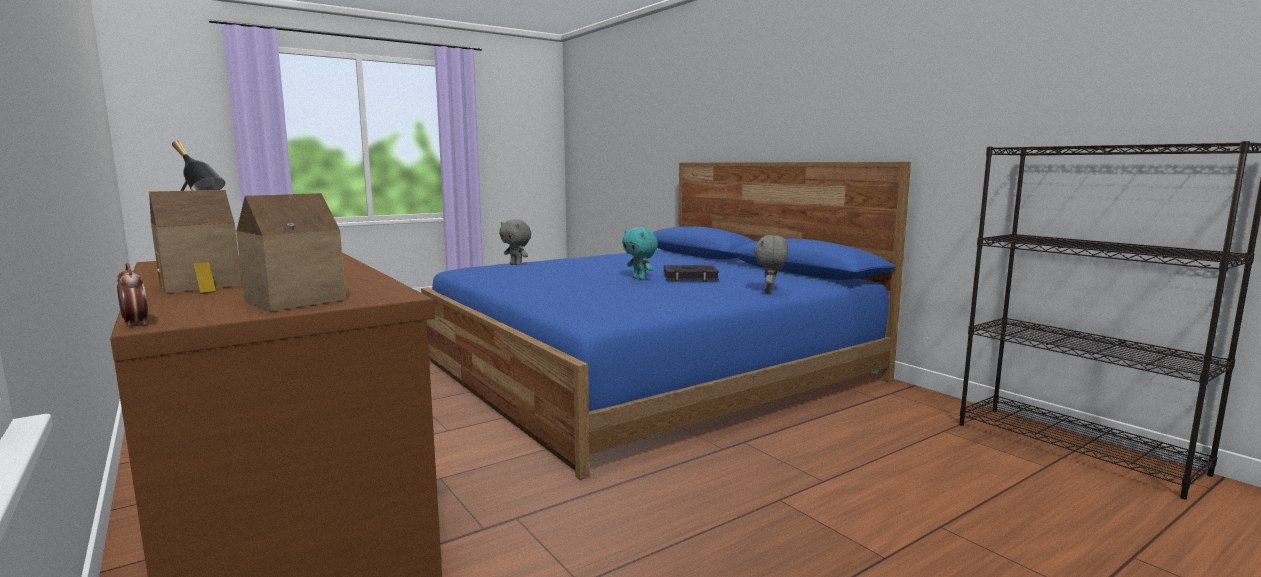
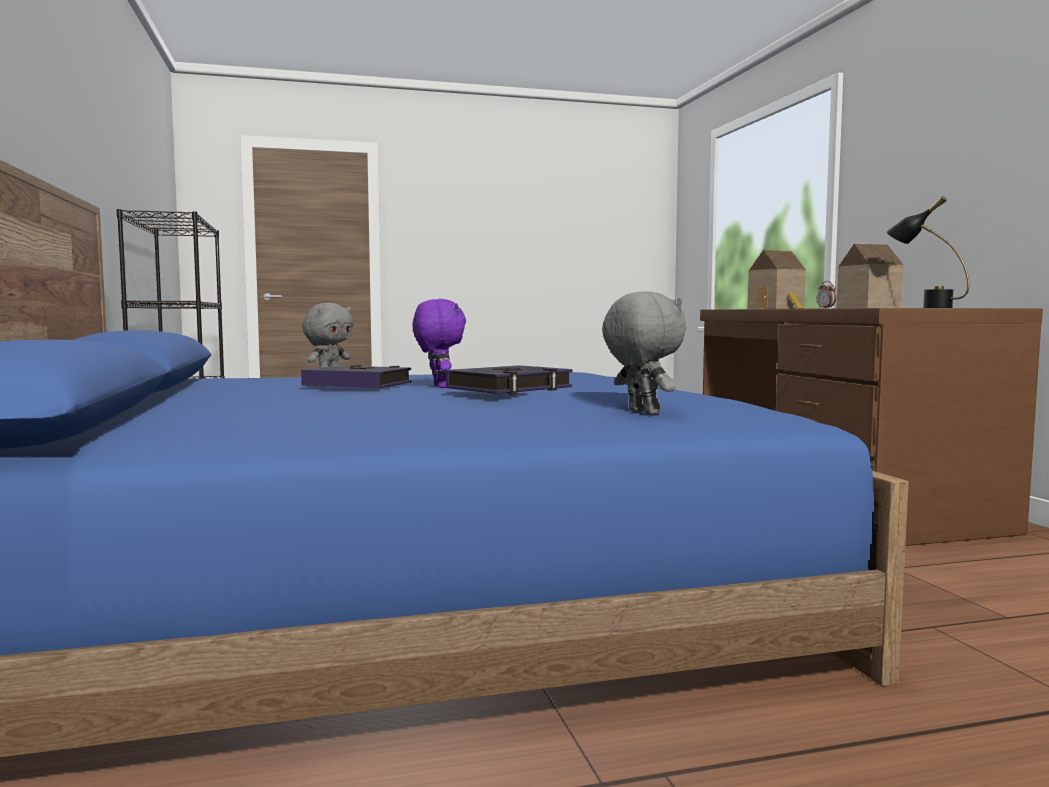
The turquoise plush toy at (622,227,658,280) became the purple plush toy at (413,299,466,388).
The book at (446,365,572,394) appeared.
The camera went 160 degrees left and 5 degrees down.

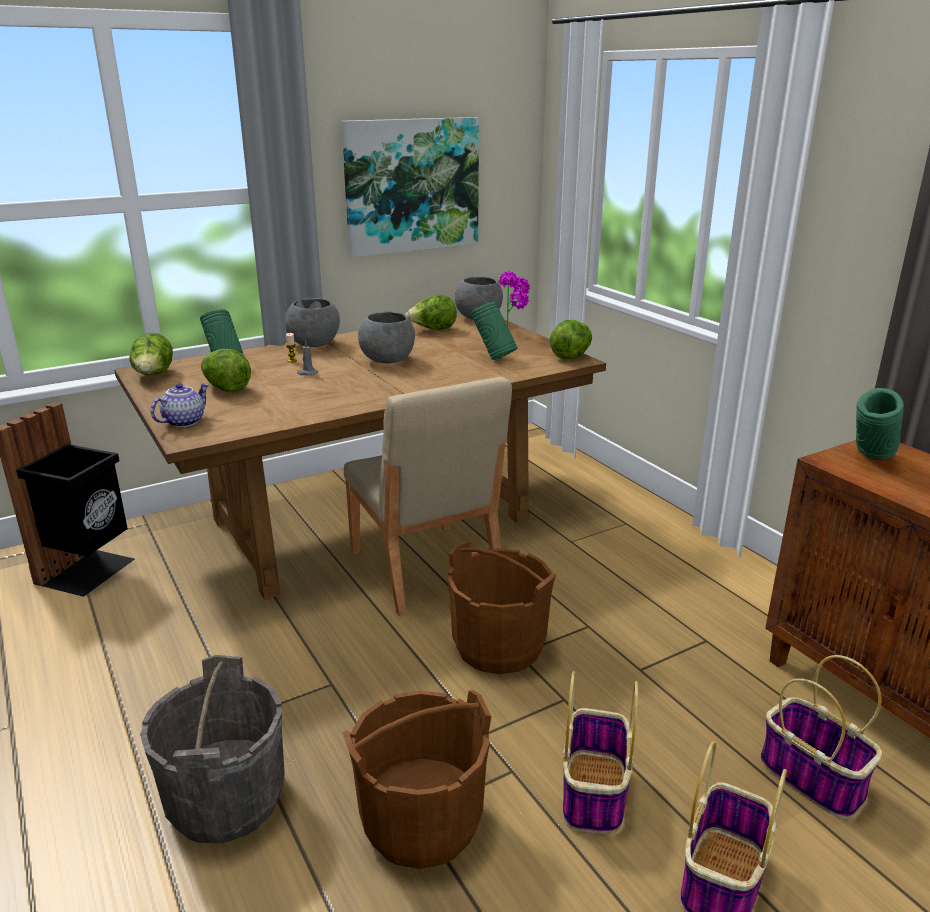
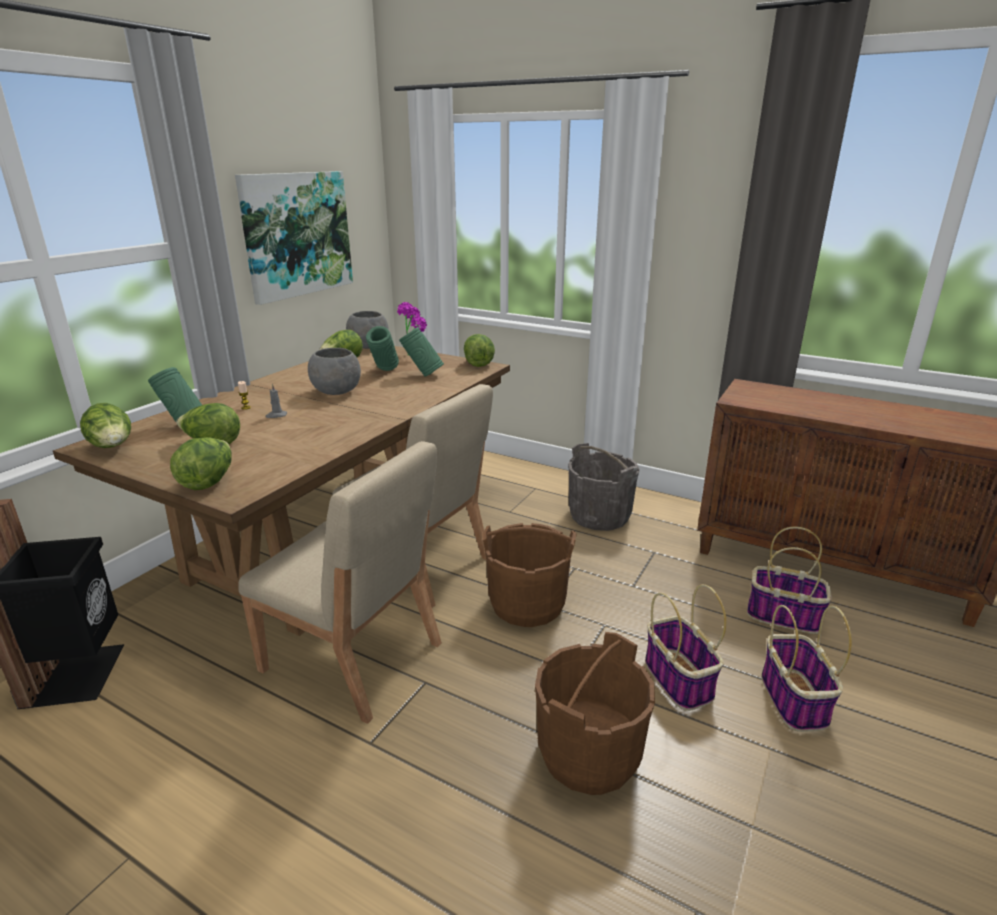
The grey bucket moved from (140,655,285,843) to (568,443,639,531).
The teapot at (151,383,209,427) was replaced by the lettuce at (170,437,232,490).
The grey bowl at (285,298,340,347) disappeared.
The green vase moved from (856,388,904,460) to (366,326,399,371).
The beige chair at (239,441,442,724) appeared.
The camera went 30 degrees left and 0 degrees up.

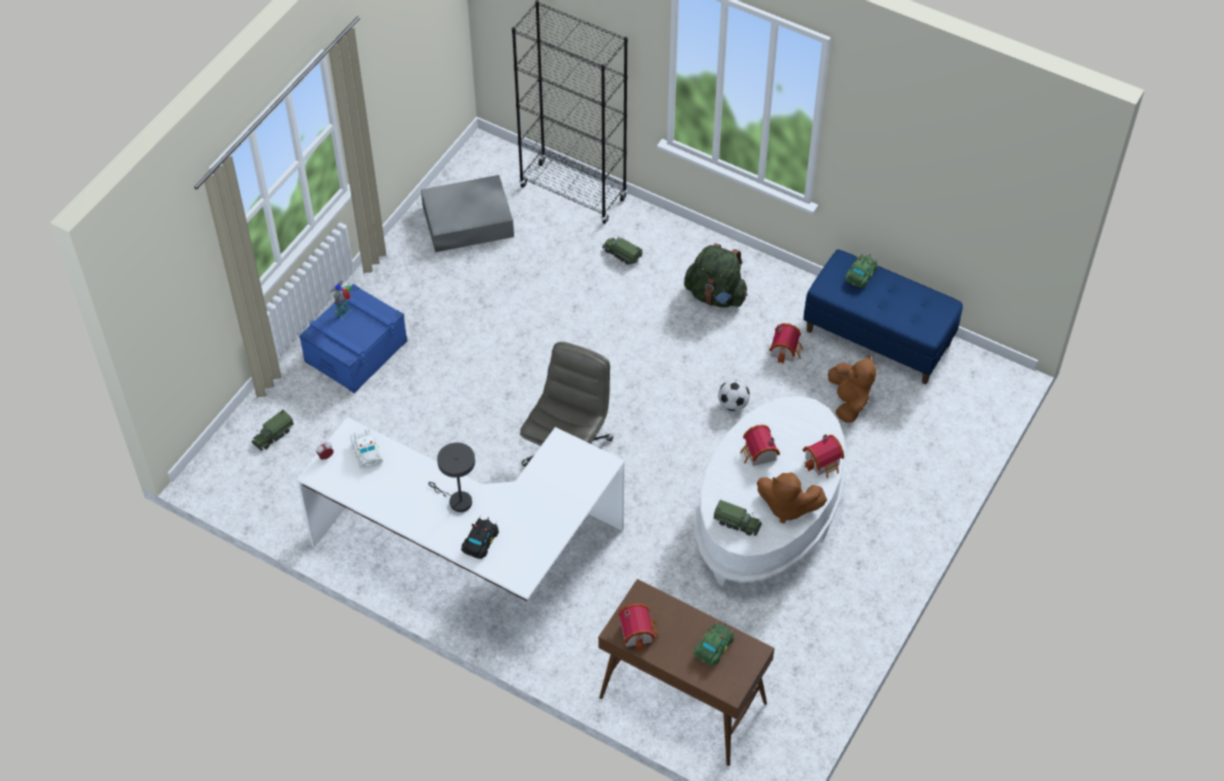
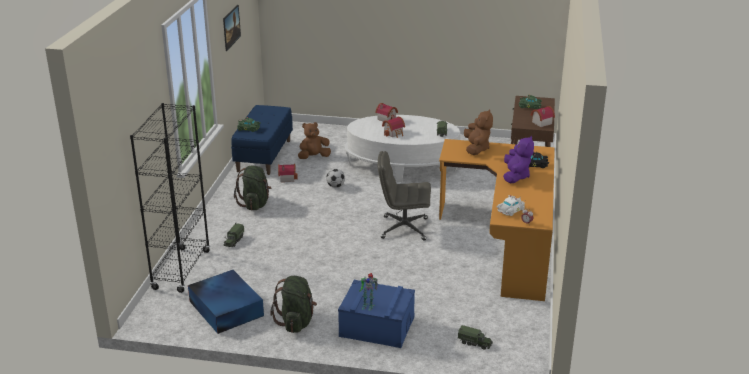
The white desk at (296,417,625,601) became the orange desk at (439,139,555,301).
The grey storage box at (421,175,514,252) became the blue storage box at (188,270,264,334).
The grey table lamp at (428,443,475,512) was replaced by the purple plush toy at (503,136,534,183).
The brown plush toy moved from (757,472,827,523) to (464,109,493,155).
The picture at (223,5,241,51) appeared.
The green backpack at (270,276,317,333) appeared.
The camera went 110 degrees left and 25 degrees down.

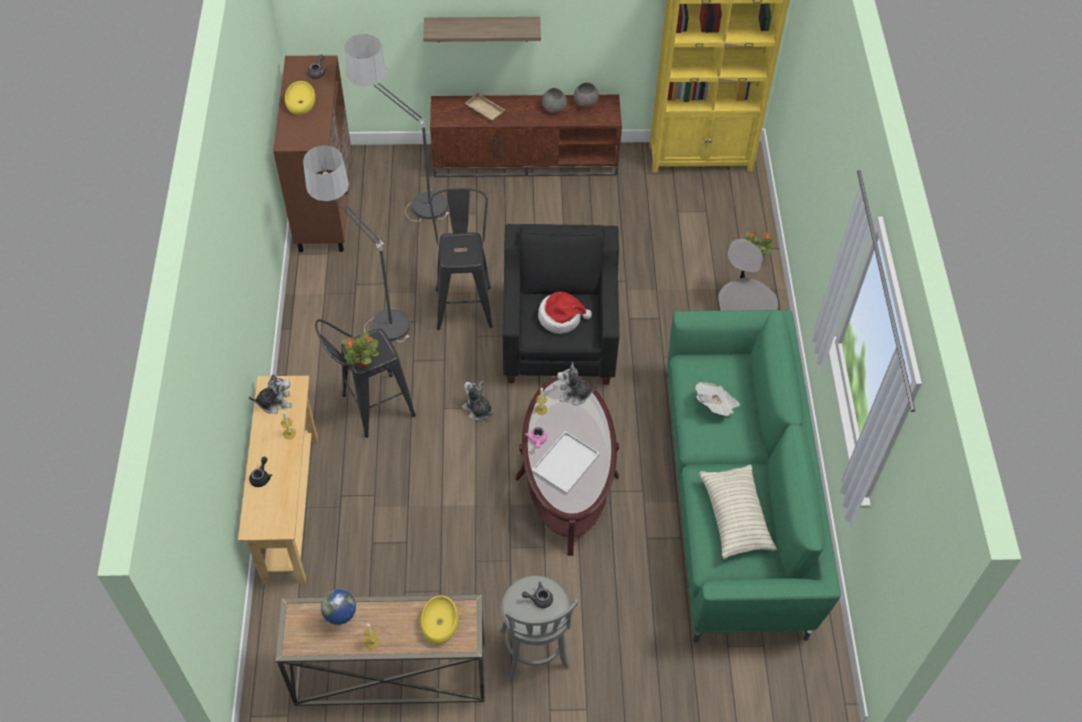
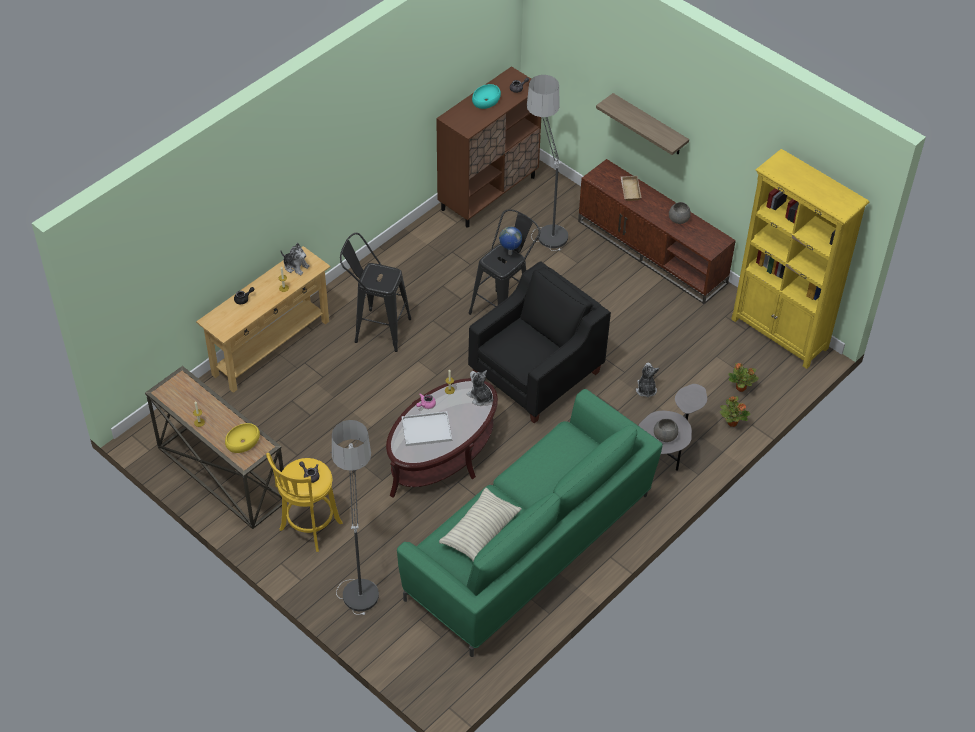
The yellow bowl at (285,81,315,115) became the turquoise bowl at (472,84,501,109).
The floor lamp moved from (303,145,410,342) to (331,420,379,615).
The globe moved from (321,590,356,625) to (499,227,522,255).
The potted plant moved from (342,332,379,368) to (728,363,759,392).
The plush toy moved from (462,380,493,420) to (636,363,659,397).
The grey stool at (500,576,579,679) became the yellow stool at (266,453,343,552).
The hat at (538,291,592,334) disappeared.
The grey bowl moved from (574,82,599,107) to (654,419,678,442).
The newspaper at (695,382,740,417) disappeared.
The camera went 45 degrees right and 5 degrees down.

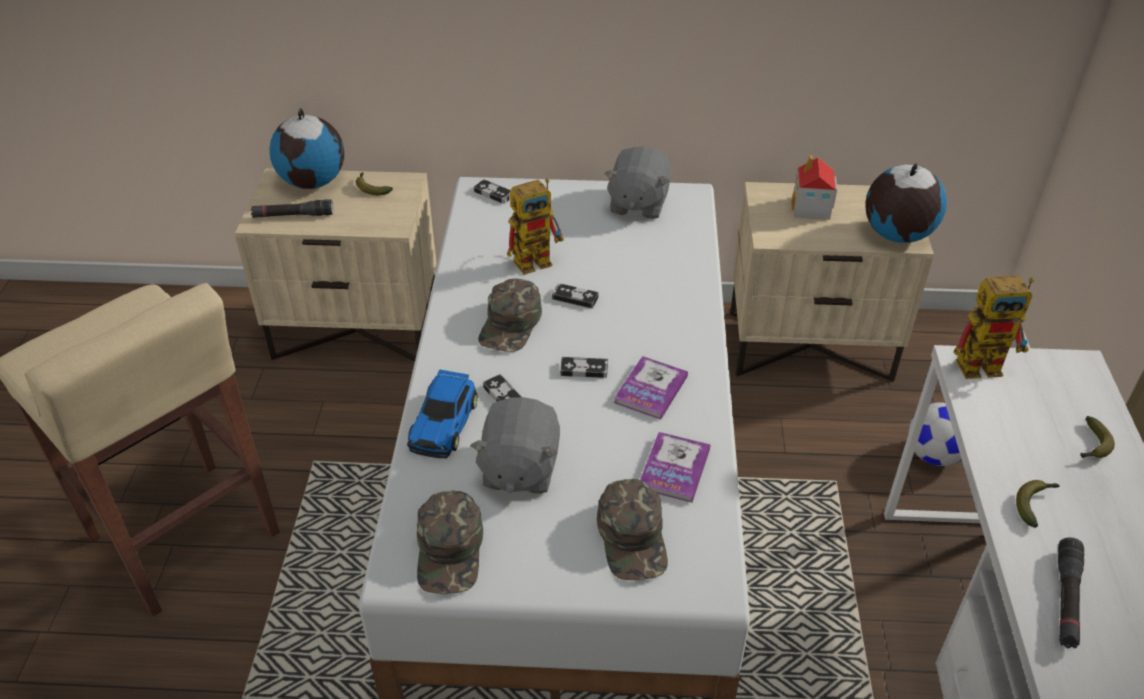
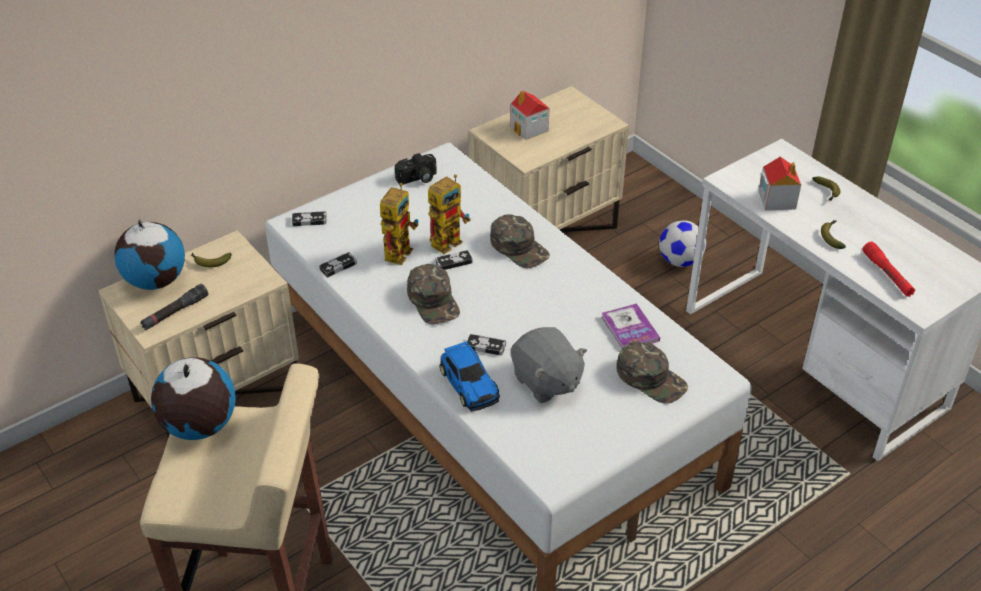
The green cap moved from (417,491,483,594) to (490,214,550,268).
The game controller moved from (560,357,608,378) to (319,252,357,278).
The grey plush toy at (604,147,671,219) was replaced by the photo camera at (395,153,437,185).
The book at (614,356,688,420) disappeared.
The globe moved from (865,162,947,243) to (151,357,236,440).
The toy robot moved from (954,276,1035,379) to (428,174,471,254).
The black flashlight at (1058,537,1084,648) became the red flashlight at (863,242,915,297).
The toy house at (759,156,801,211) appeared.
The camera went 40 degrees left and 0 degrees up.

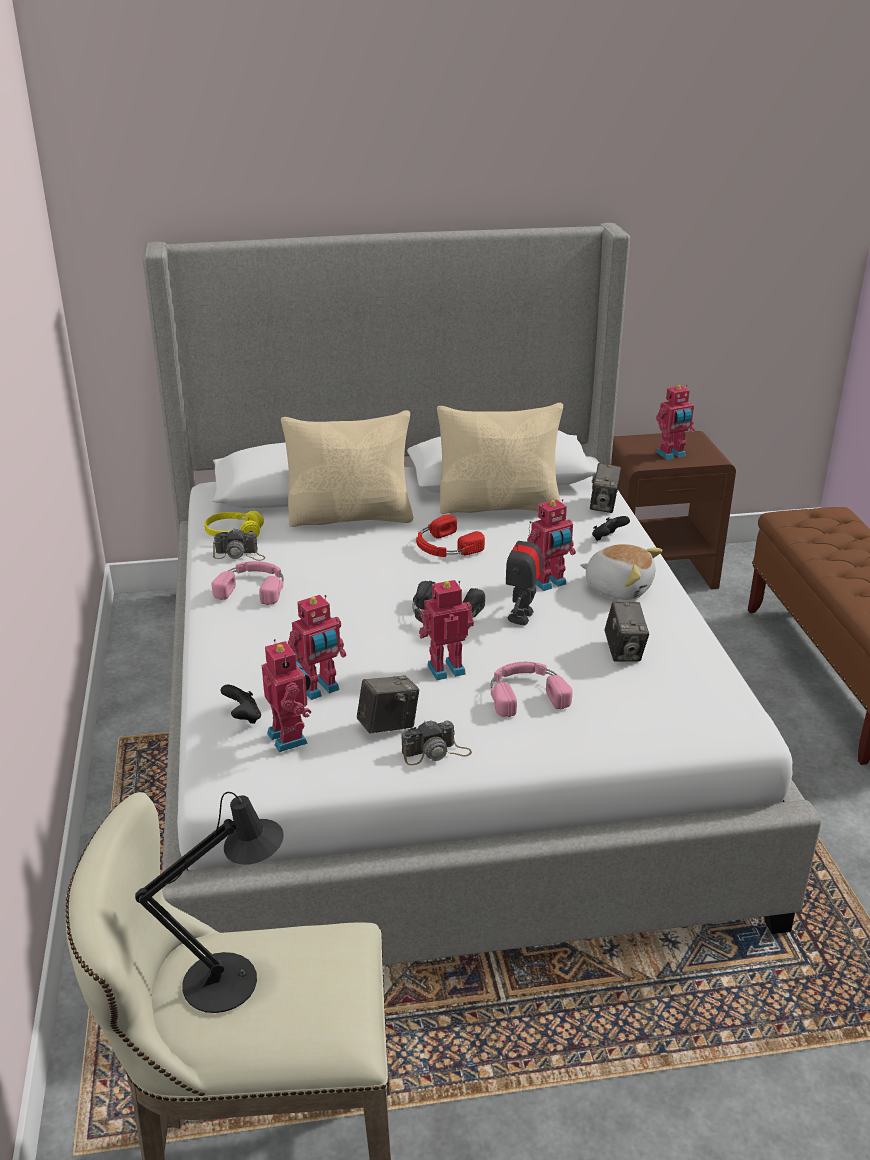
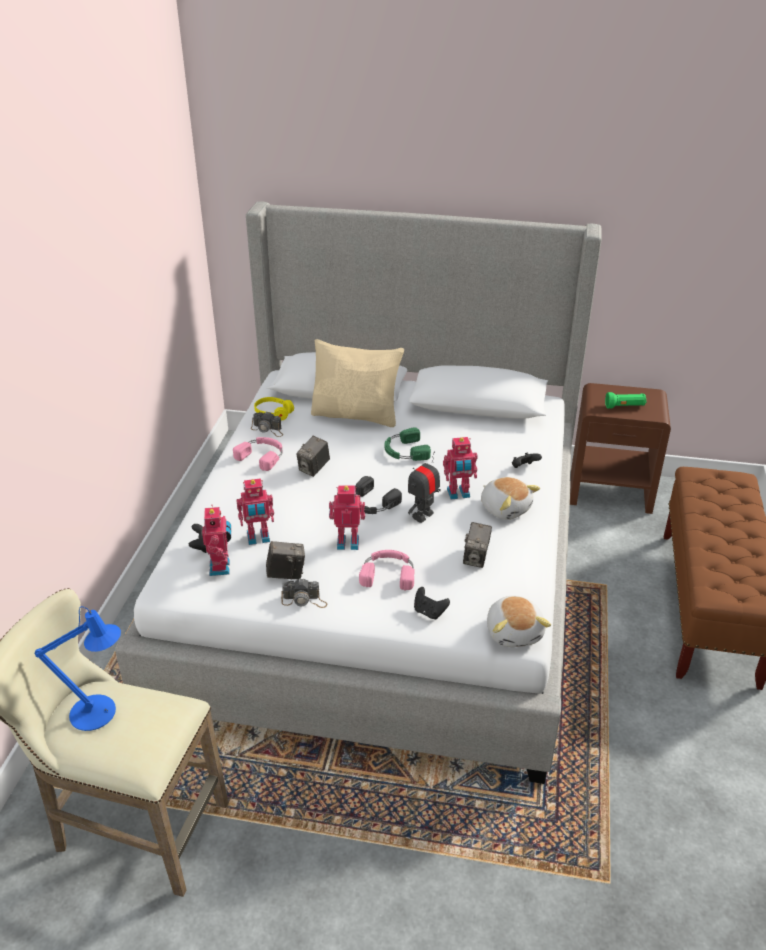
The black table lamp at (135,792,284,1013) became the blue table lamp at (35,606,121,731).
The red headphones at (416,514,485,557) became the green headphones at (385,427,431,461).
The beige pillow at (437,403,563,514) disappeared.
The photo camera moved from (590,463,621,513) to (297,436,330,477).
The toy robot at (656,385,695,460) was replaced by the green flashlight at (605,392,647,408).
The black game controller at (414,587,450,620) appeared.
The plush toy at (487,596,551,647) appeared.
The camera went 20 degrees right and 5 degrees up.

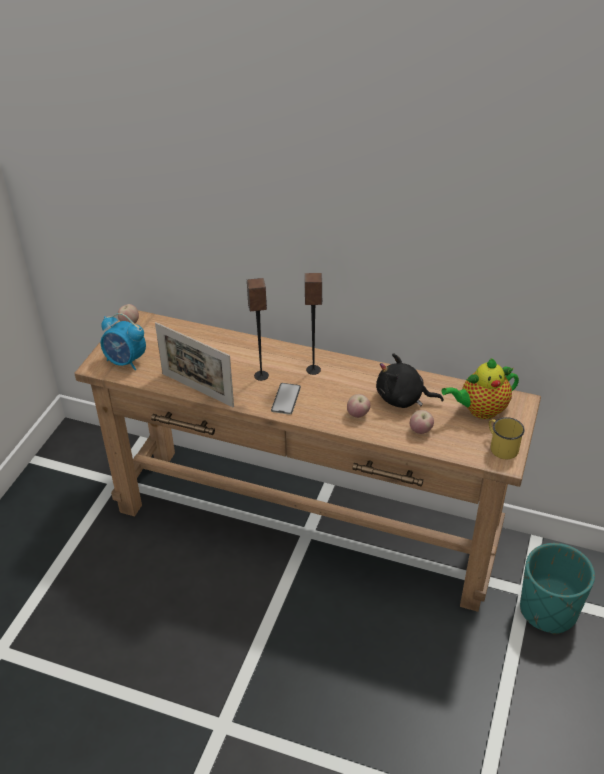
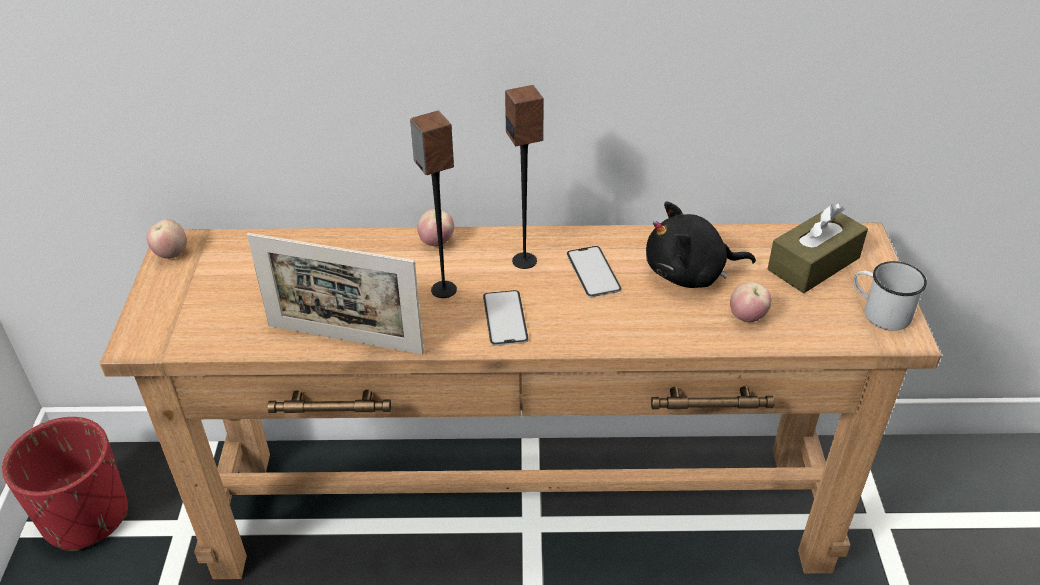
The alarm clock at (101,313,146,370) disappeared.
The apple moved from (347,394,370,418) to (417,209,454,247).
The teapot at (441,358,519,419) was replaced by the brown tissue box at (768,203,868,293).
The yellow mug at (489,417,525,459) became the white mug at (854,261,927,331).
The turquoise planter at (520,543,595,634) disappeared.
The red planter at (2,417,128,551) appeared.
The phone at (567,246,622,297) appeared.
The camera went 20 degrees left and 0 degrees up.

